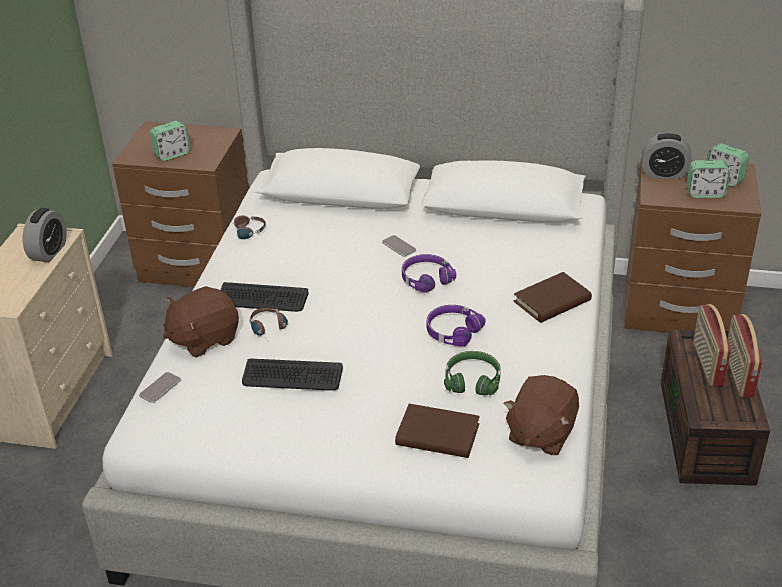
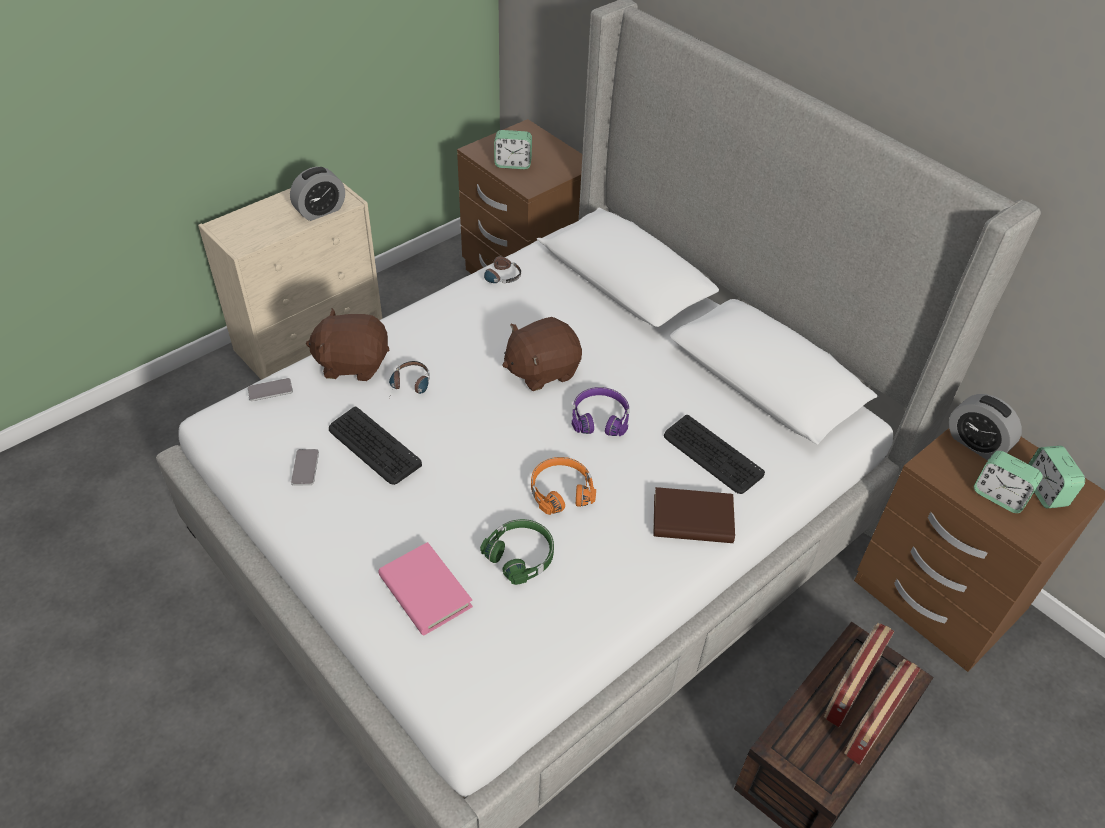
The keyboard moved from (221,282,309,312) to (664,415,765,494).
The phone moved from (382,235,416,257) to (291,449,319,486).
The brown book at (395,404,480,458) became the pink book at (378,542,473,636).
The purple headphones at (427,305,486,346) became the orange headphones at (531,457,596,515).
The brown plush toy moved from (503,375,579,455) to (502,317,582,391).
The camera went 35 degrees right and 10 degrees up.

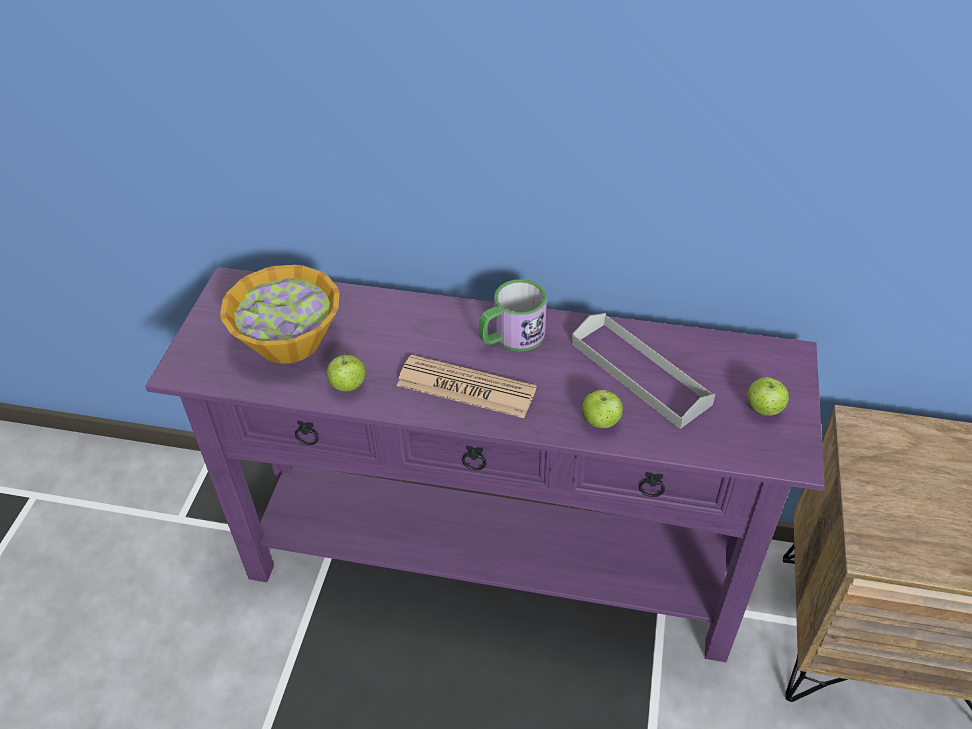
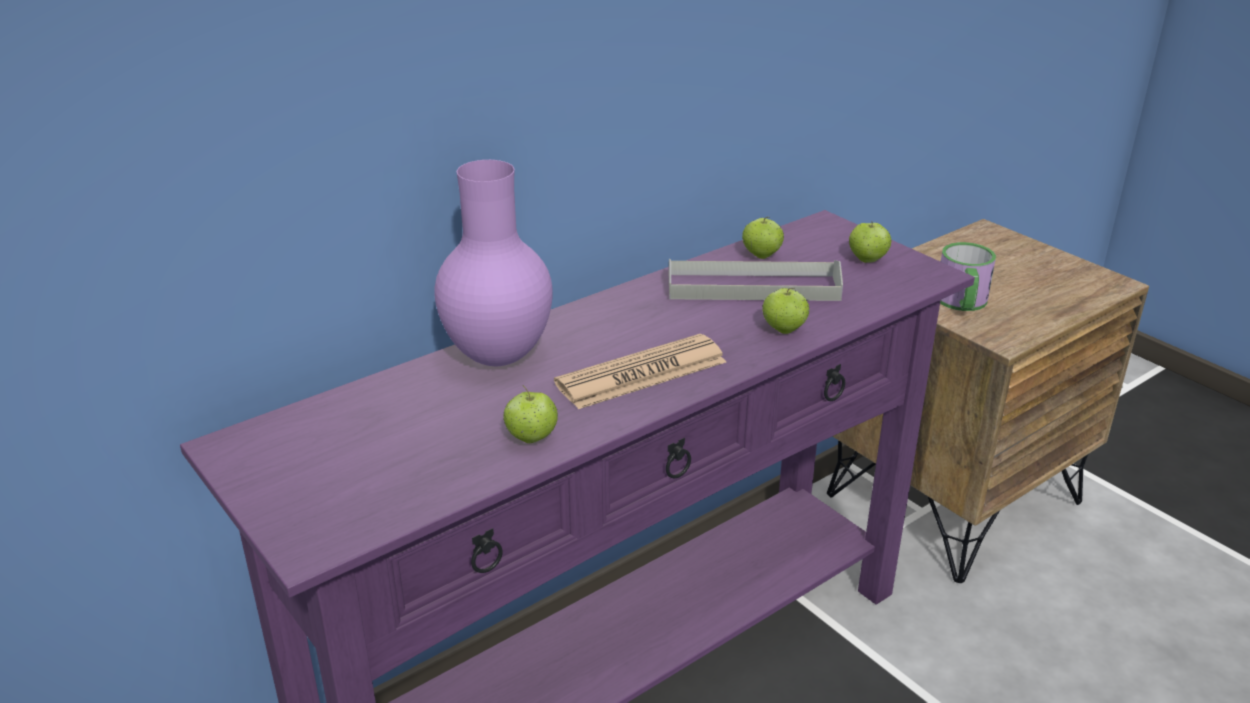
The bowl at (220,265,340,364) disappeared.
The mug moved from (479,279,547,351) to (940,242,996,311).
The purple vase at (435,160,552,366) appeared.
The apple at (742,217,784,259) appeared.
The camera went 50 degrees left and 15 degrees down.

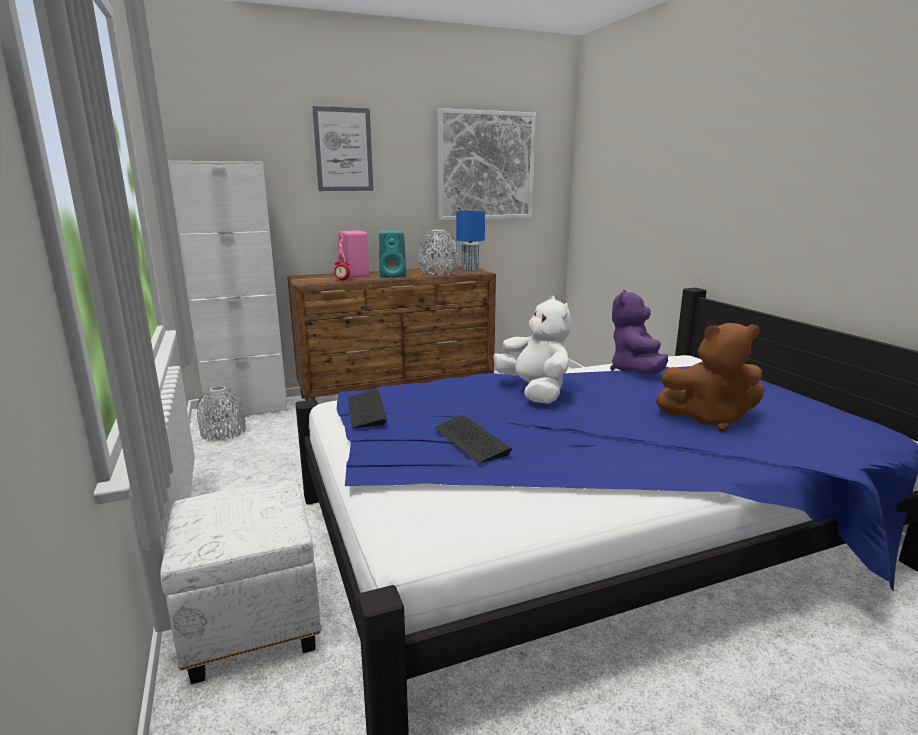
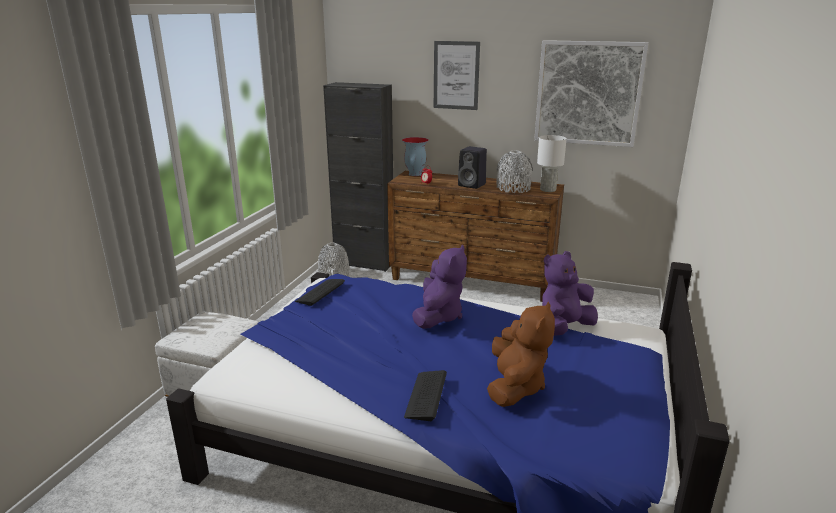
The white cabinet at (168,161,288,422) became the black cabinet at (323,82,393,272).
The pink speaker at (338,230,369,278) disappeared.
The turquoise speaker at (379,230,406,278) became the black speaker at (458,146,487,189).
The keyboard moved from (435,415,512,463) to (404,370,447,421).
The blue table lamp at (456,211,485,271) became the white table lamp at (537,135,567,192).
The white plush toy at (493,296,571,404) became the purple plush toy at (412,245,467,329).
The brown plush toy at (656,323,765,431) turned 120 degrees counterclockwise.
The vase at (402,137,429,176) appeared.
The camera went 40 degrees right and 5 degrees up.

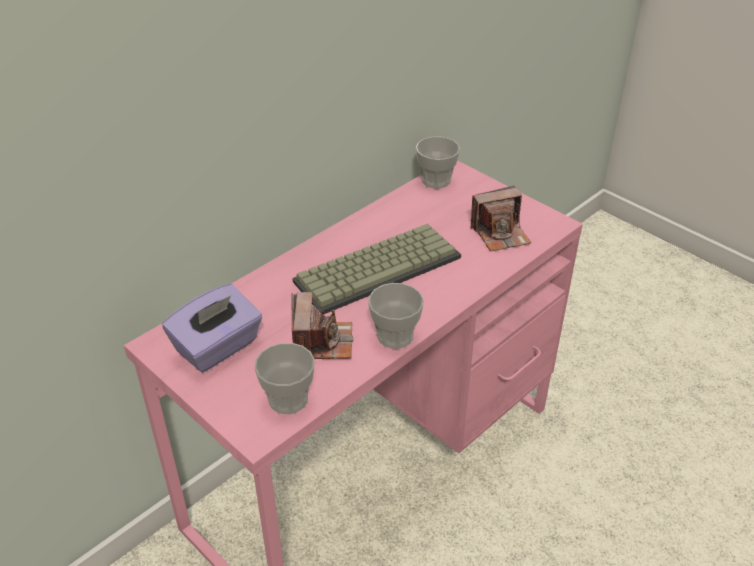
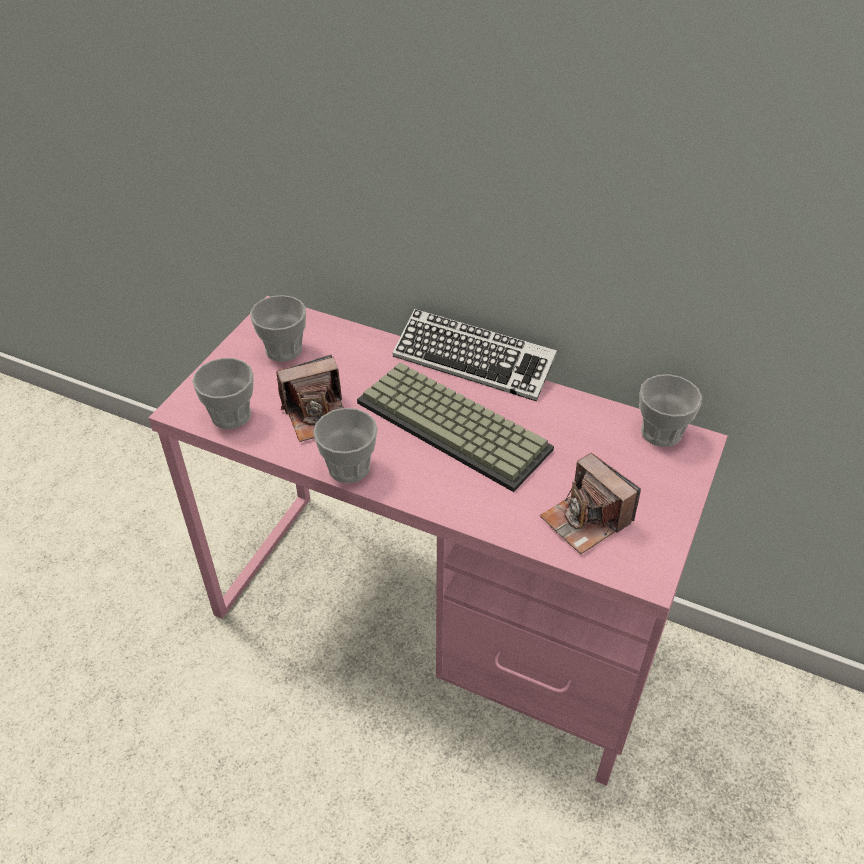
The purple tissue box at (162,284,262,372) was replaced by the cup at (250,295,306,362).
The keyboard at (393,309,557,401) appeared.
The camera went 70 degrees right and 5 degrees up.

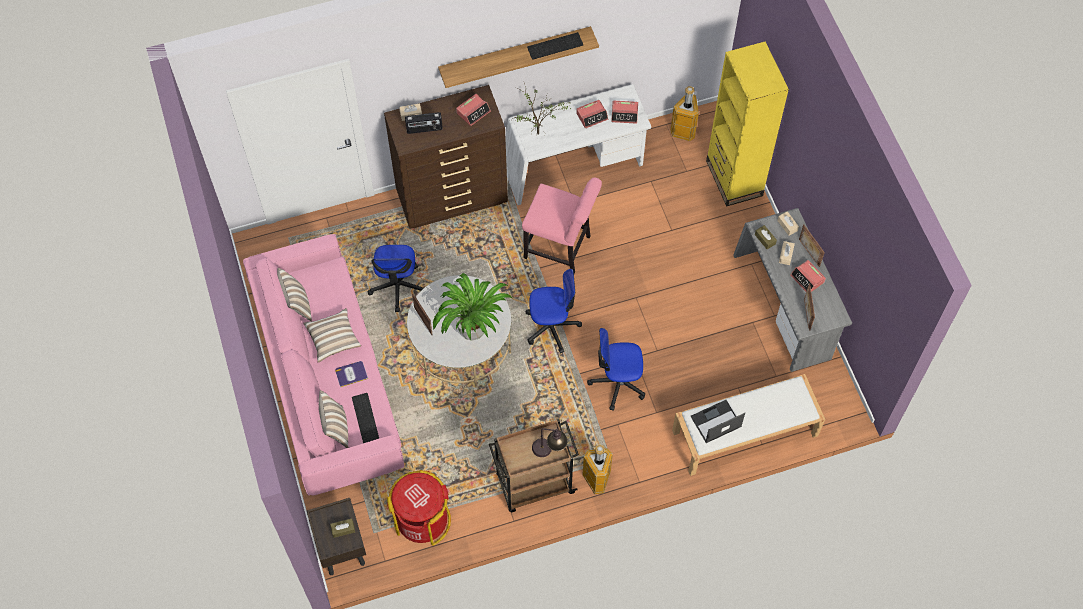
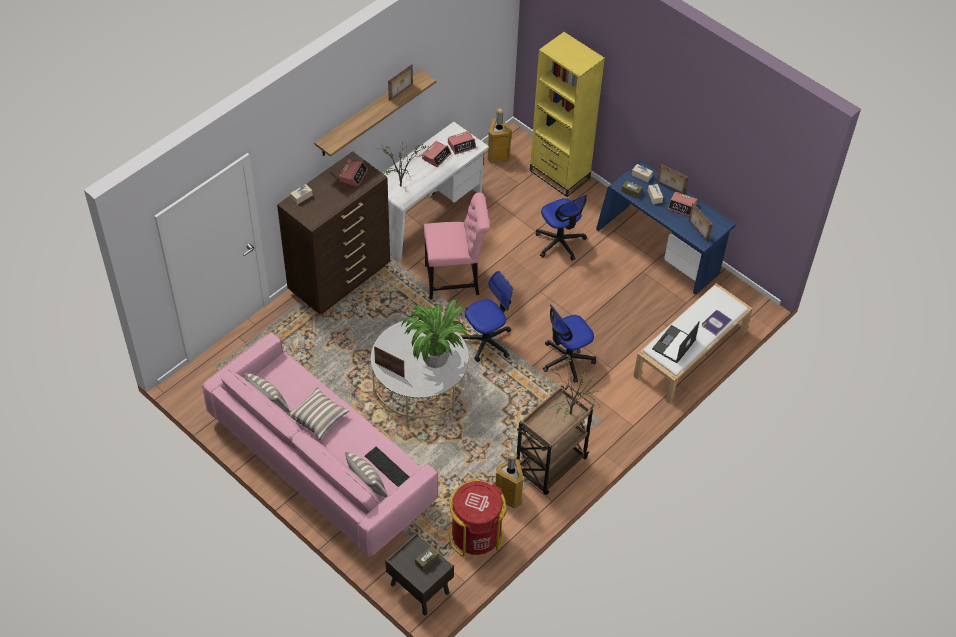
The book moved from (335,361,368,387) to (702,310,732,336).
The office chair moved from (367,245,424,312) to (536,195,587,261).
The radio at (405,112,443,134) disappeared.
The keyboard at (527,32,583,60) was replaced by the picture frame at (388,64,413,101).
The table lamp at (532,427,568,457) was replaced by the potted plant at (539,354,602,420).
The trash can moved from (582,444,613,494) to (495,451,524,508).
The grey desk at (733,208,852,372) became the blue desk at (596,161,736,295).
The camera went 30 degrees left and 10 degrees down.

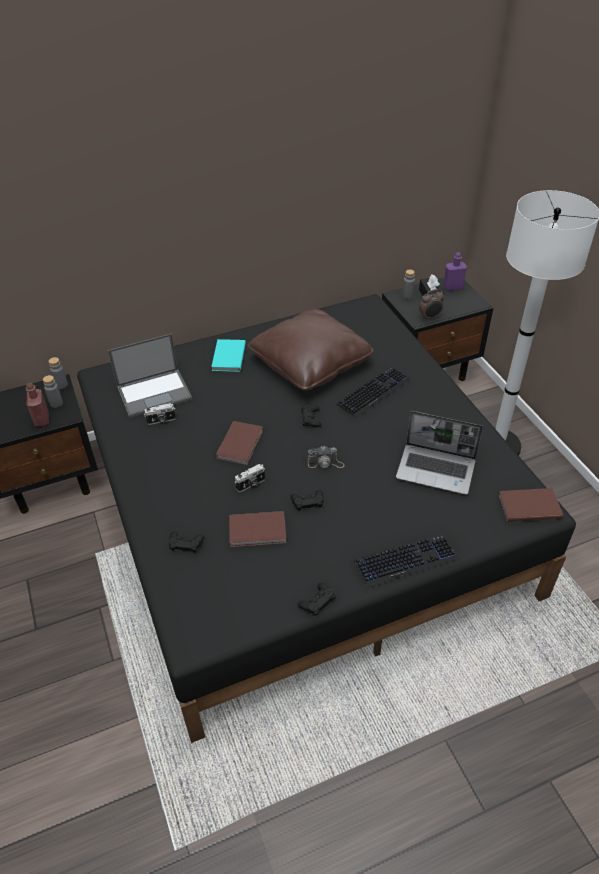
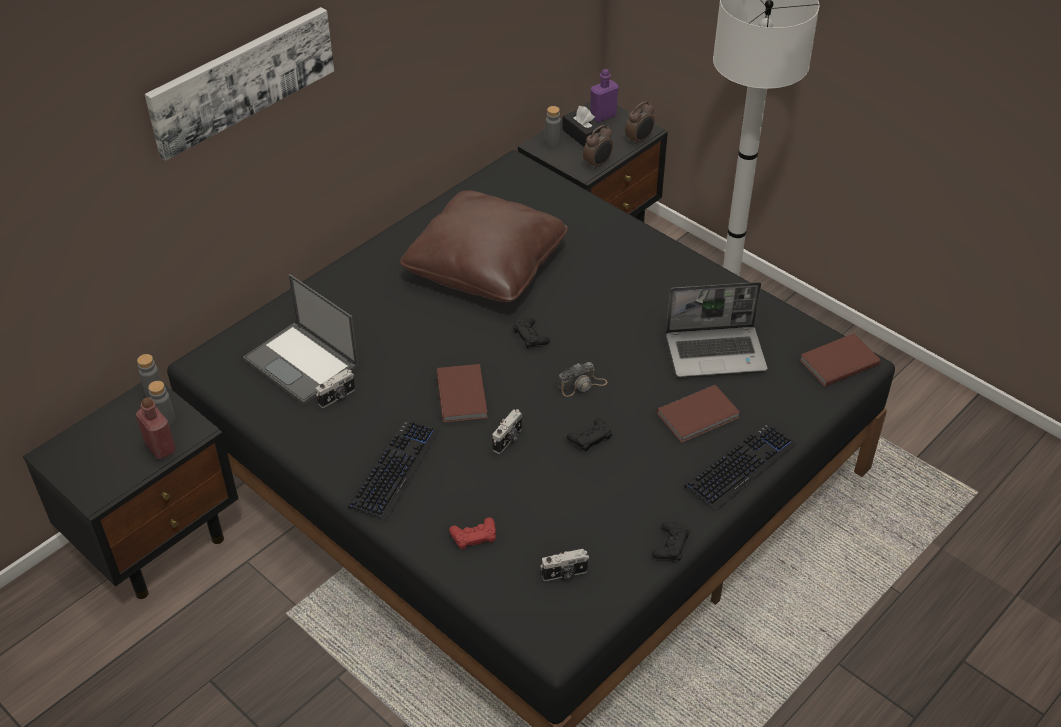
The laptop at (108,333,192,418) turned 90 degrees clockwise.
The black game controller at (169,532,204,553) became the red game controller at (449,517,496,549).
The turquoise book at (211,339,246,372) disappeared.
The brown book moved from (229,511,287,547) to (657,385,740,443).
The keyboard moved from (337,366,410,418) to (348,418,439,520).
The picture at (145,7,334,161) appeared.
The photo camera at (540,549,589,581) appeared.
The alarm clock at (625,101,655,146) appeared.
The camera went 25 degrees left and 0 degrees up.

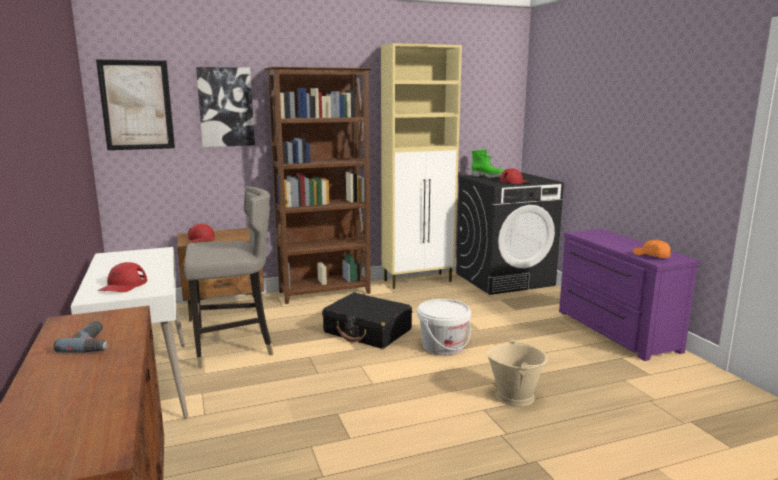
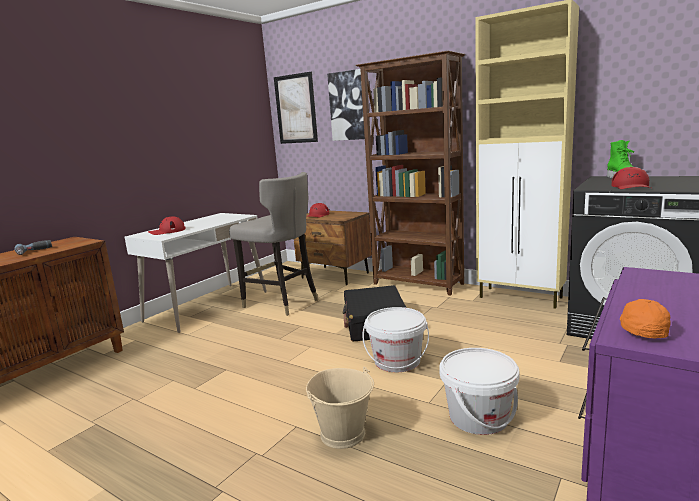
The white bucket at (439,348,519,435) appeared.
The camera went 55 degrees right and 0 degrees up.

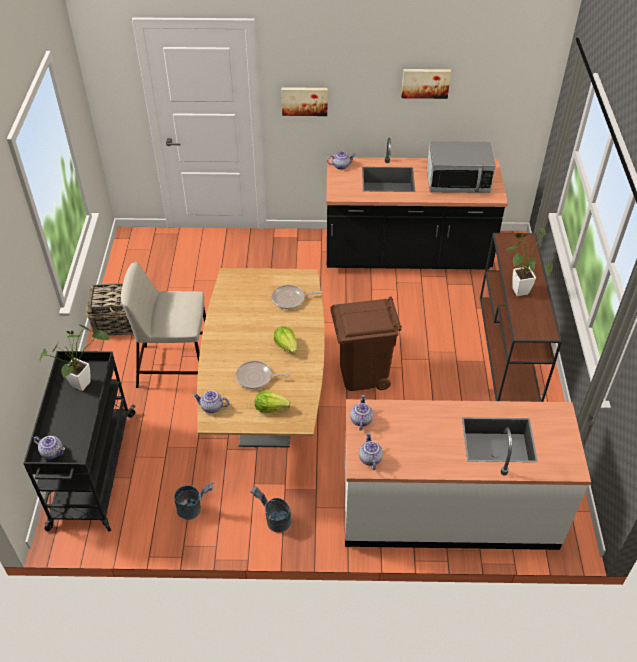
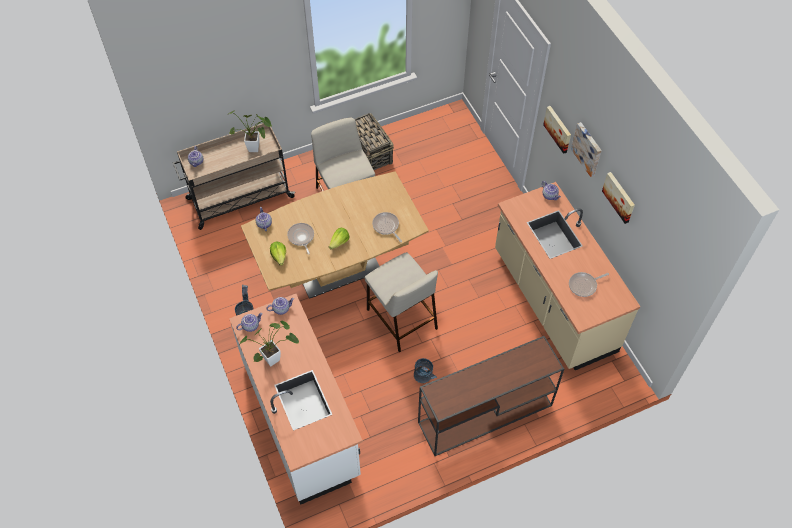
The black cart at (23,351,136,532) became the beige cart at (173,123,295,230).
The grey bucket moved from (174,482,214,520) to (414,358,437,383).
The black counter at (326,138,508,270) became the beige counter at (495,182,640,370).
The brown trash can at (330,296,402,391) was replaced by the beige stool at (365,252,438,352).
The microwave at (427,141,496,193) was replaced by the frying pan at (569,272,609,297).
The potted plant moved from (506,228,553,296) to (239,321,299,366).
The picture at (571,122,602,177) appeared.
The camera went 65 degrees right and 10 degrees up.

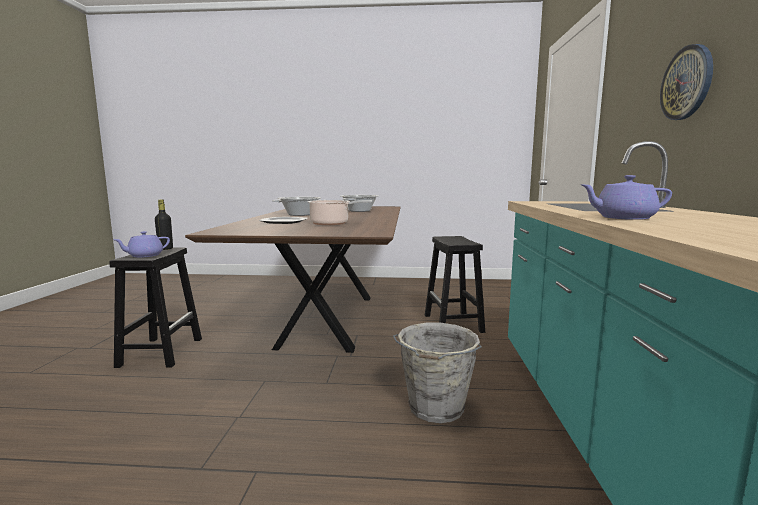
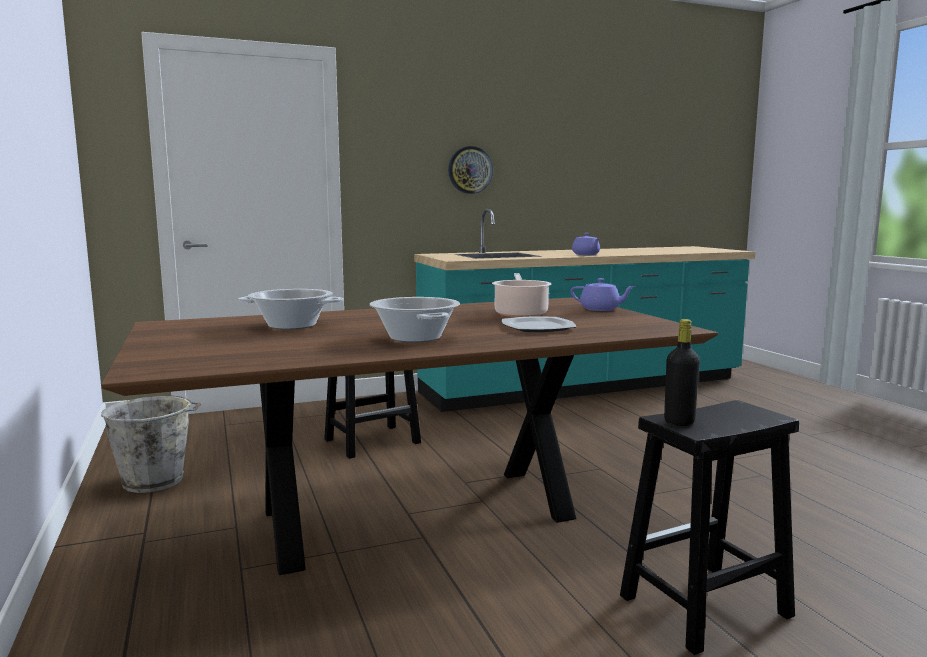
The purple teapot moved from (113,231,170,258) to (571,278,635,311).
The grey bucket moved from (393,323,482,423) to (101,395,201,493).
The camera went 115 degrees left and 0 degrees up.

